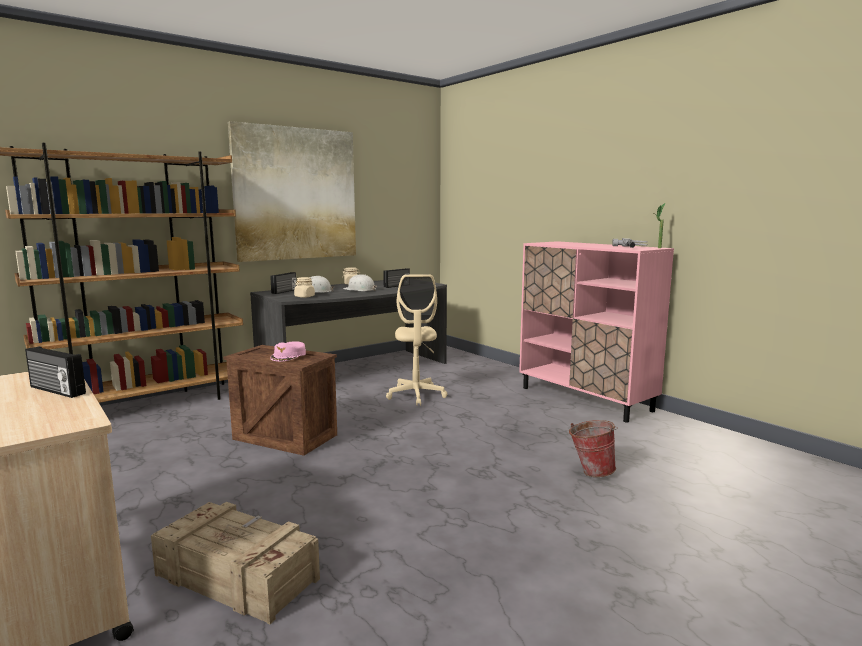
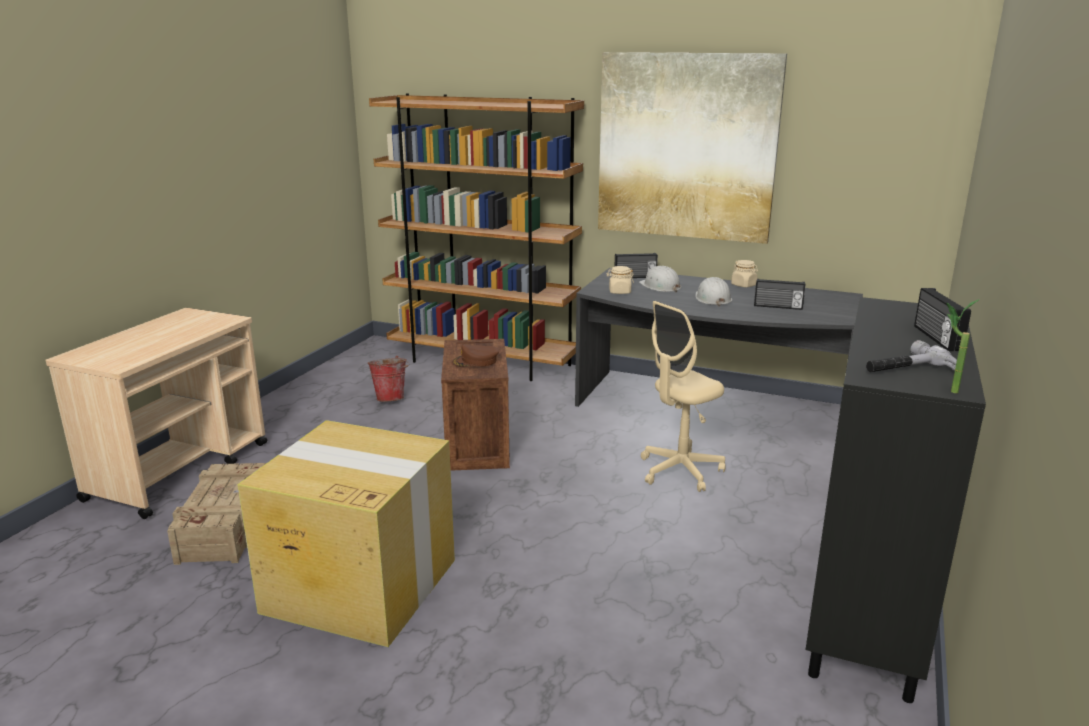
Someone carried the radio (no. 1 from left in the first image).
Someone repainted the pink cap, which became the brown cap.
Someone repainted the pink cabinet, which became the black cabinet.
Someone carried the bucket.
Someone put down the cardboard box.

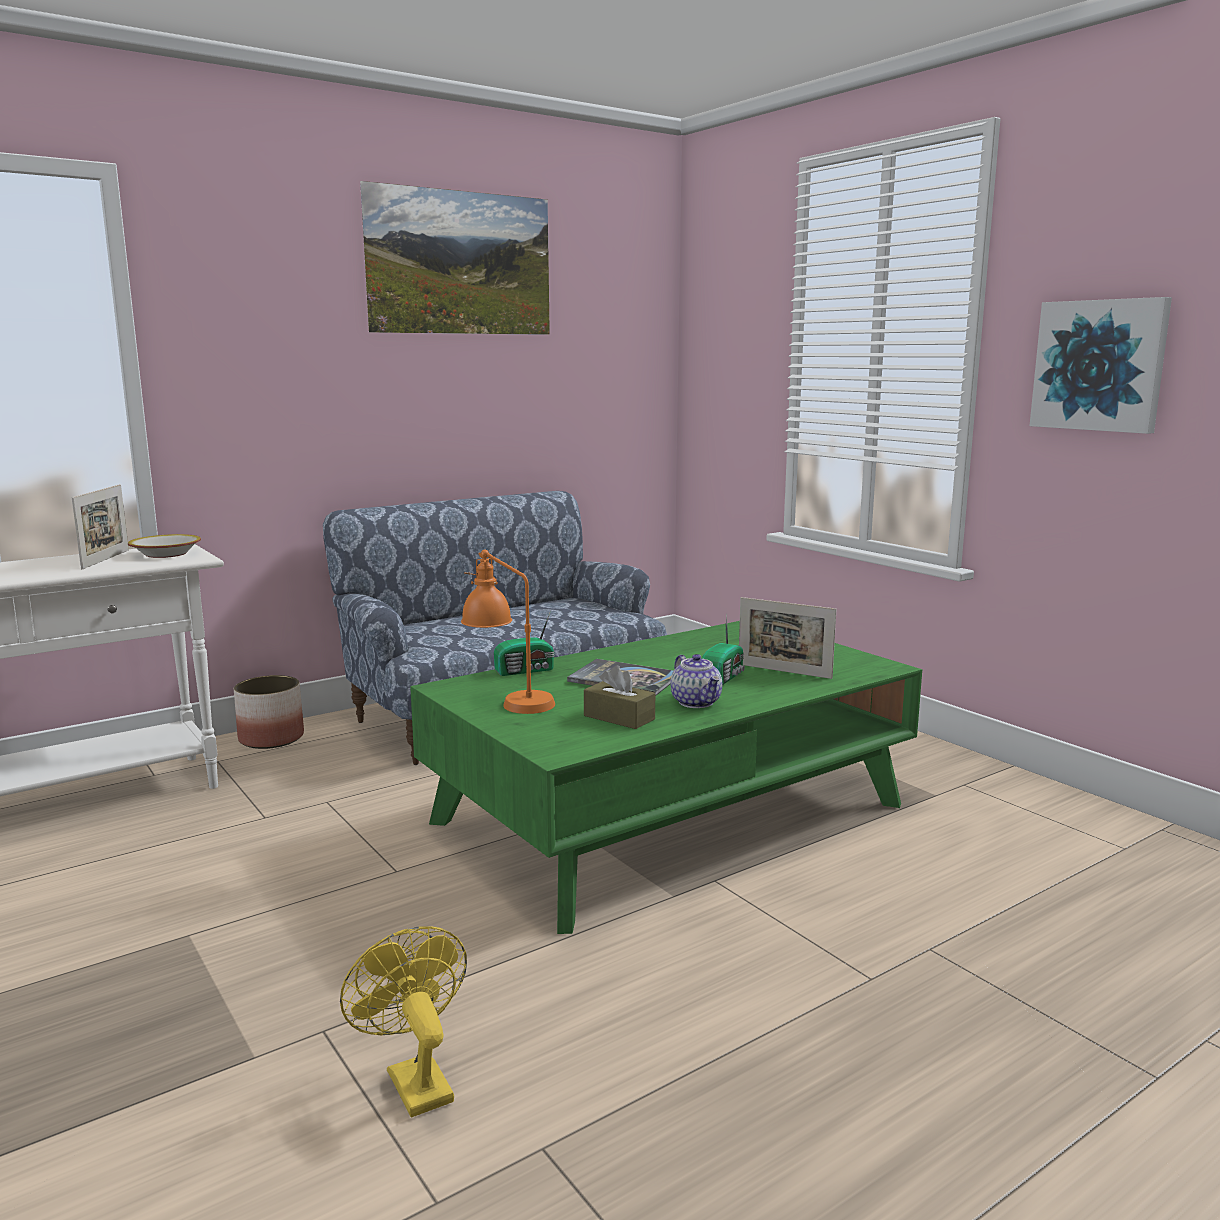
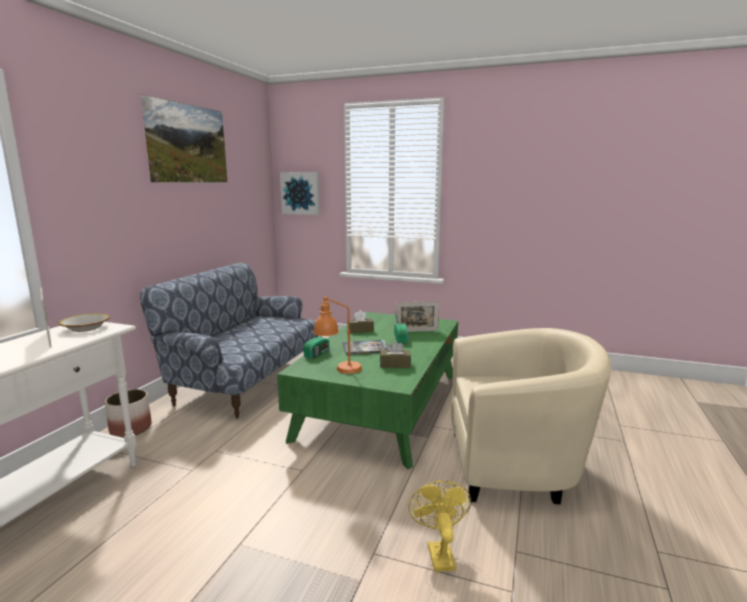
Someone rotated the yellow fan by 60 degrees clockwise.
Someone took away the teapot.
Someone carried the picture (no. 2 from left).
Someone put down the brown tissue box (no. 1 from left).
Someone put down the beige armchair.

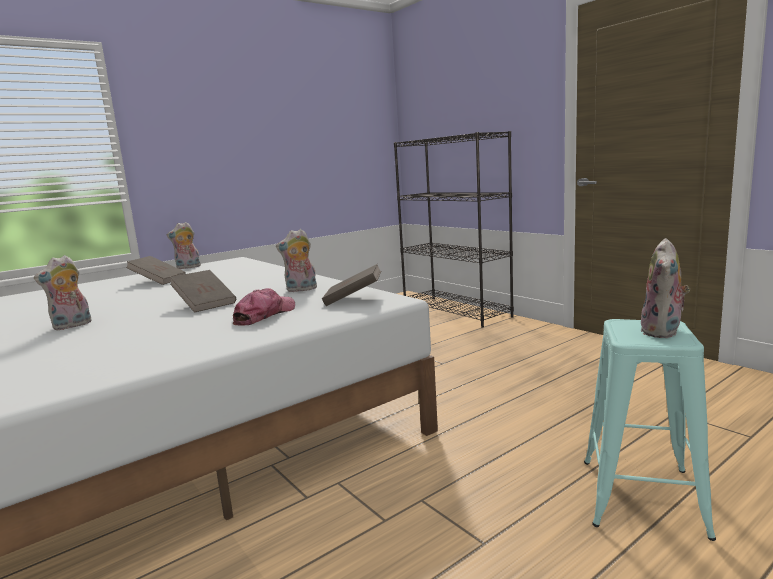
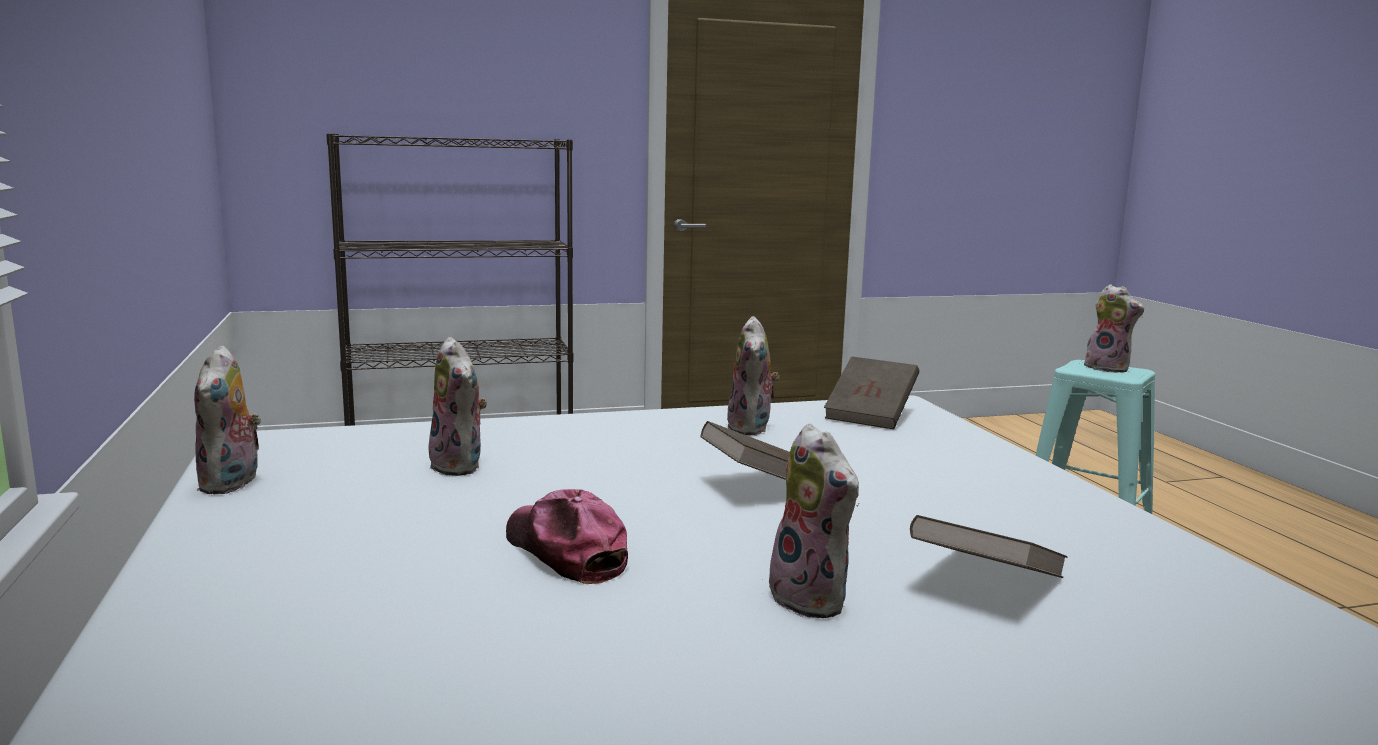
Someone carried the brown book (no. 1 from left in the first image).
Someone carried the cap.
Someone put down the plush toy (no. 2 from left).

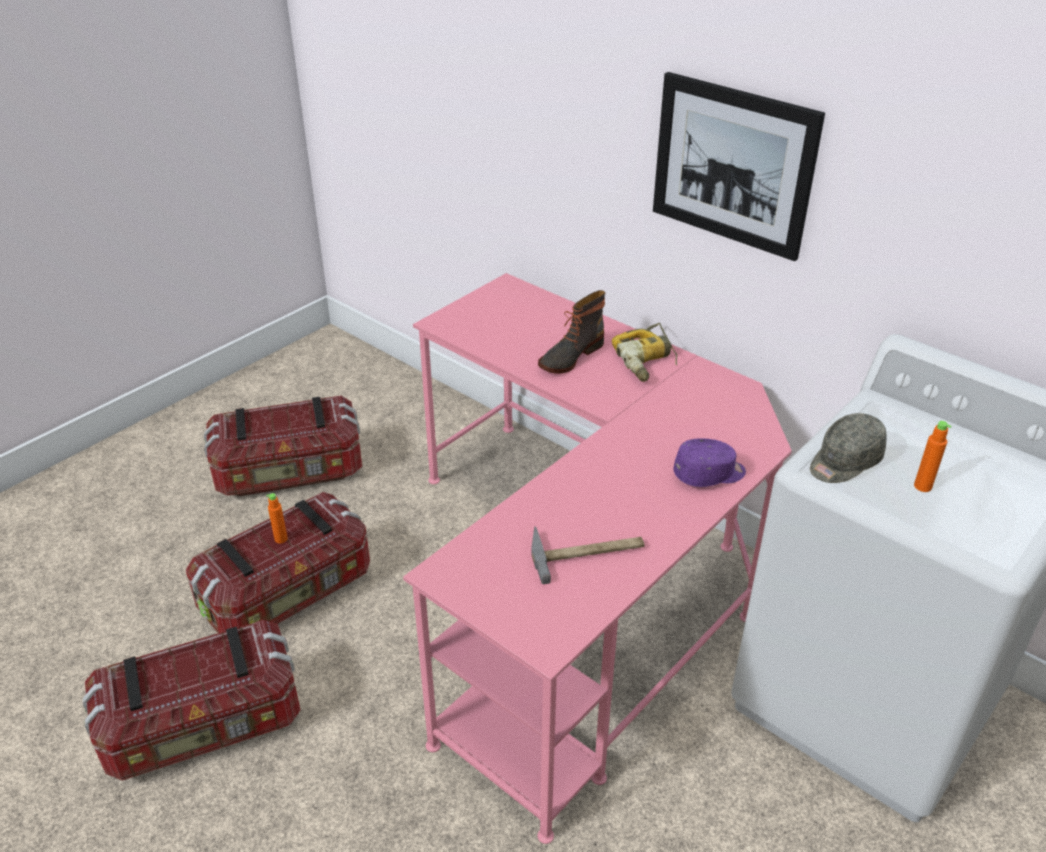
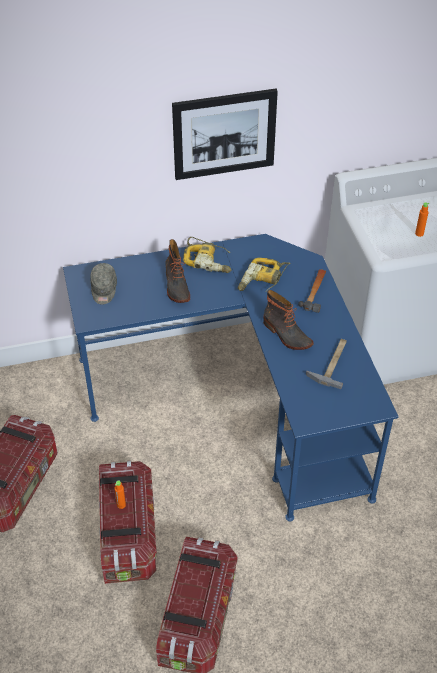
Someone repainted the pink desk, which became the blue desk.
Someone swapped the purple cap for the hammer (no. 1 from left).
Someone carried the grey cap.
Someone put down the power drill (no. 2 from left).
Someone put down the boot (no. 2 from left).

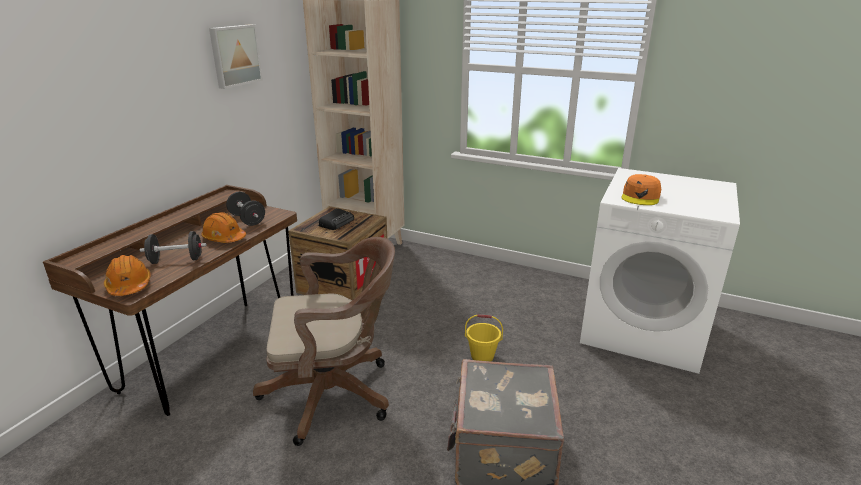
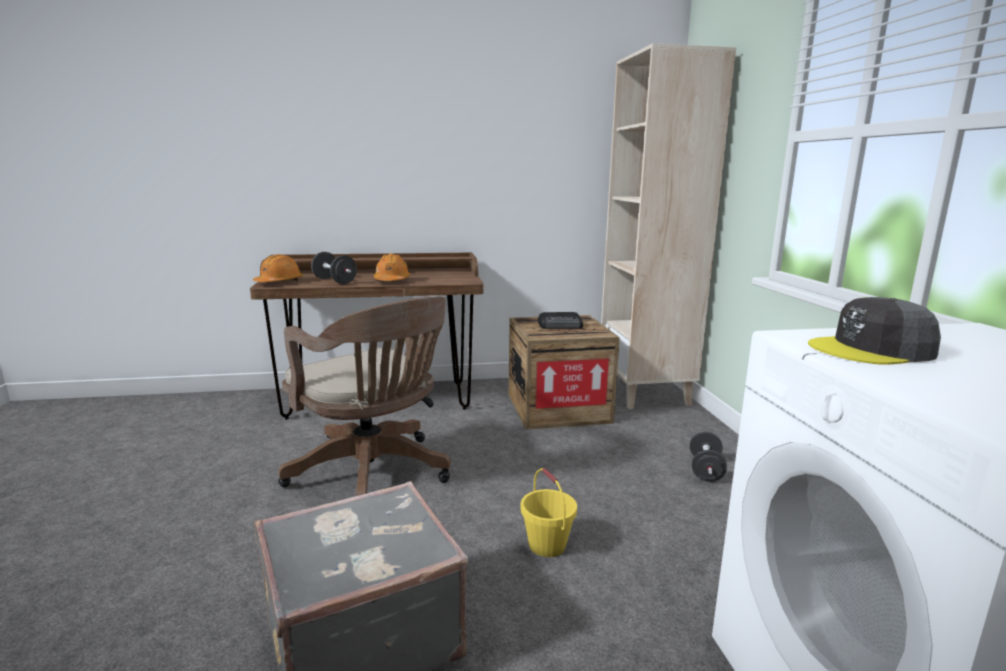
Someone took away the picture.
Someone carried the black dumbbell (no. 2 from left).
Someone repainted the orange cap, which became the grey cap.

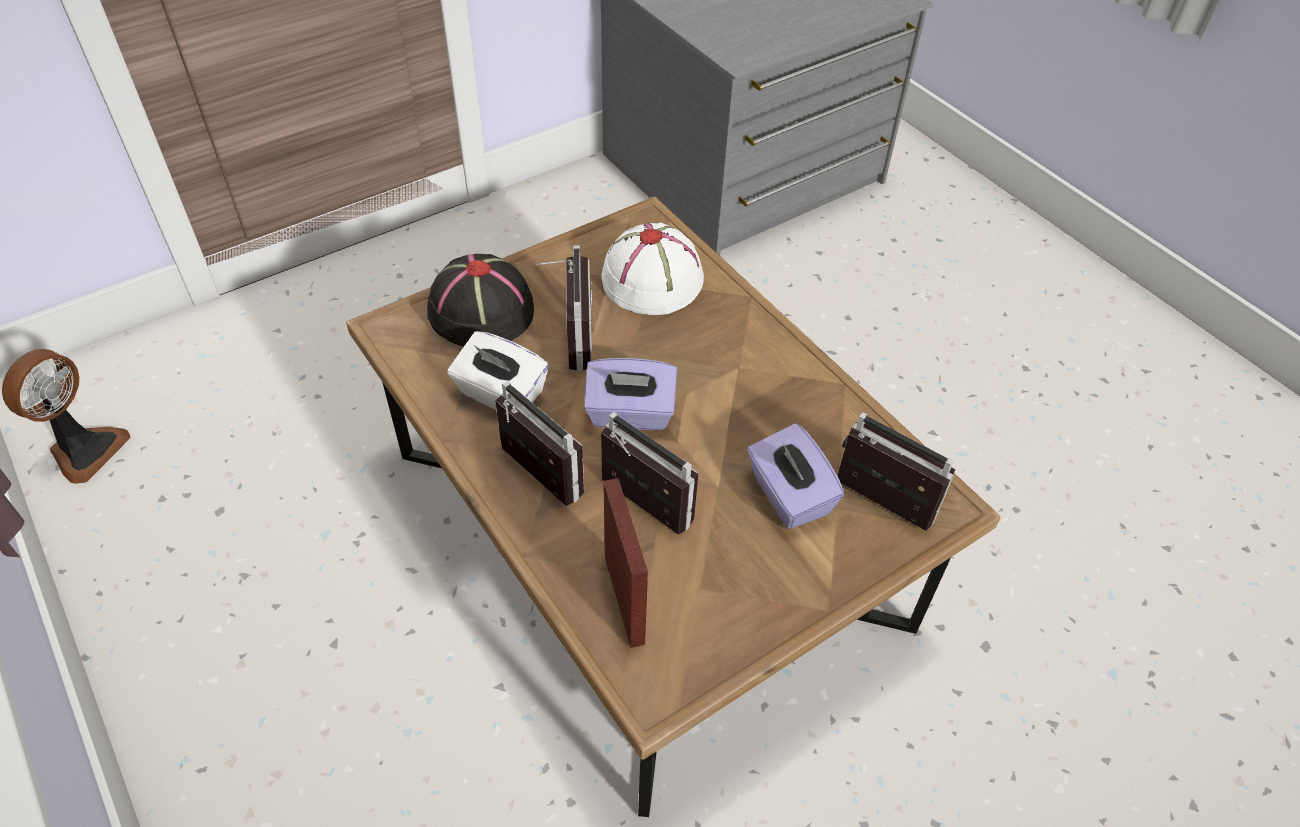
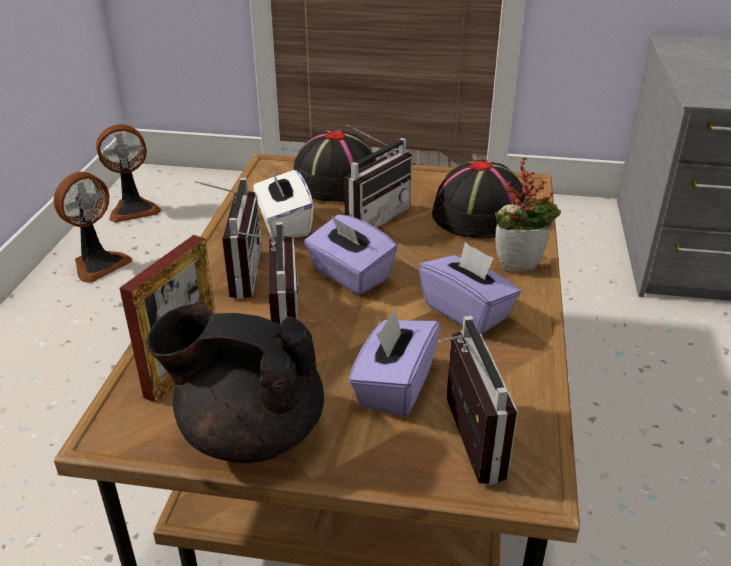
Someone repainted the white hat, which became the black hat (no. 2 from left).
Someone put down the fan (no. 1 from left).
Someone put down the black teapot.
Someone put down the purple tissue box (no. 3 from left).
Someone put down the potted plant.

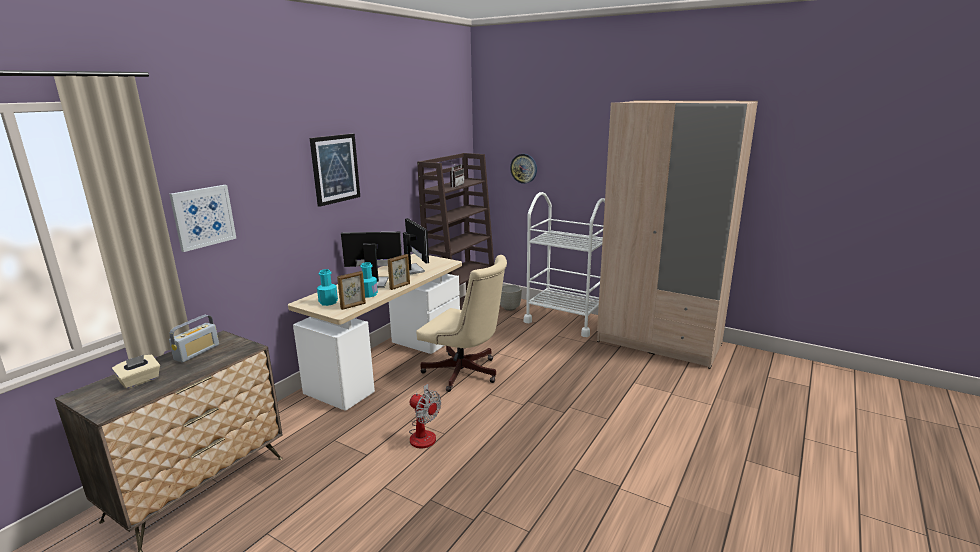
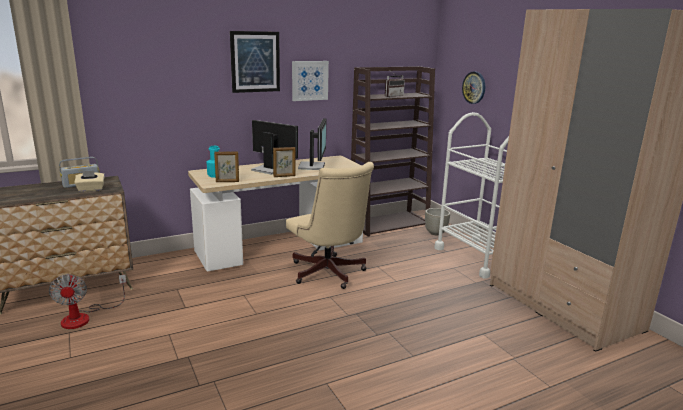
Someone carried the beige tissue box.
Someone carried the picture (no. 1 from left in the first image).
Someone took away the turquoise bottle (no. 2 from left).
Someone carried the fan.

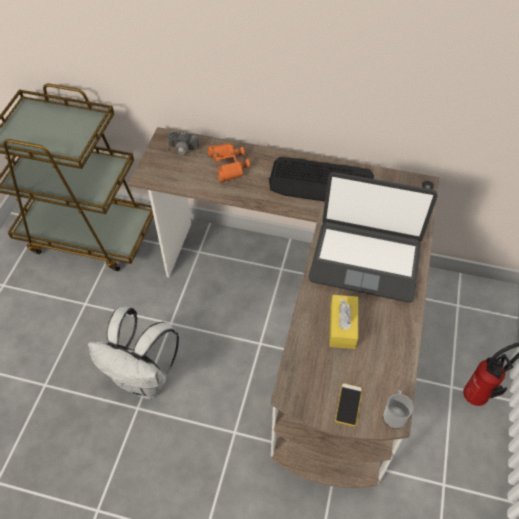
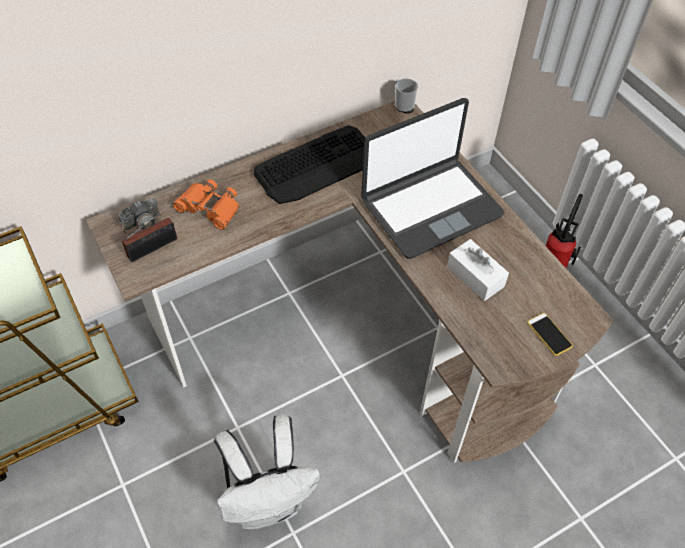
Someone repainted the yellow tissue box, which became the white tissue box.
Someone carried the mug.
Someone put down the radio.

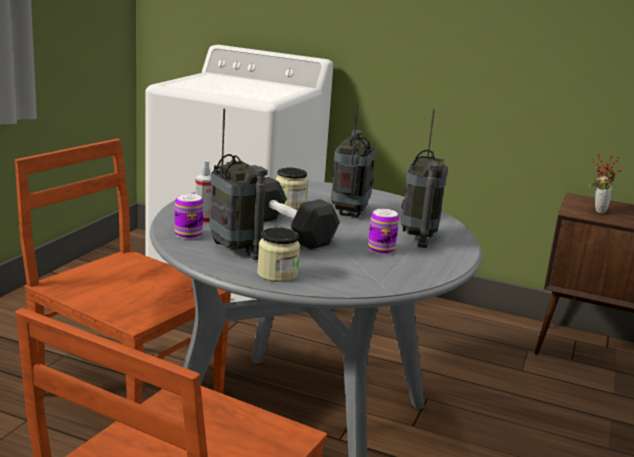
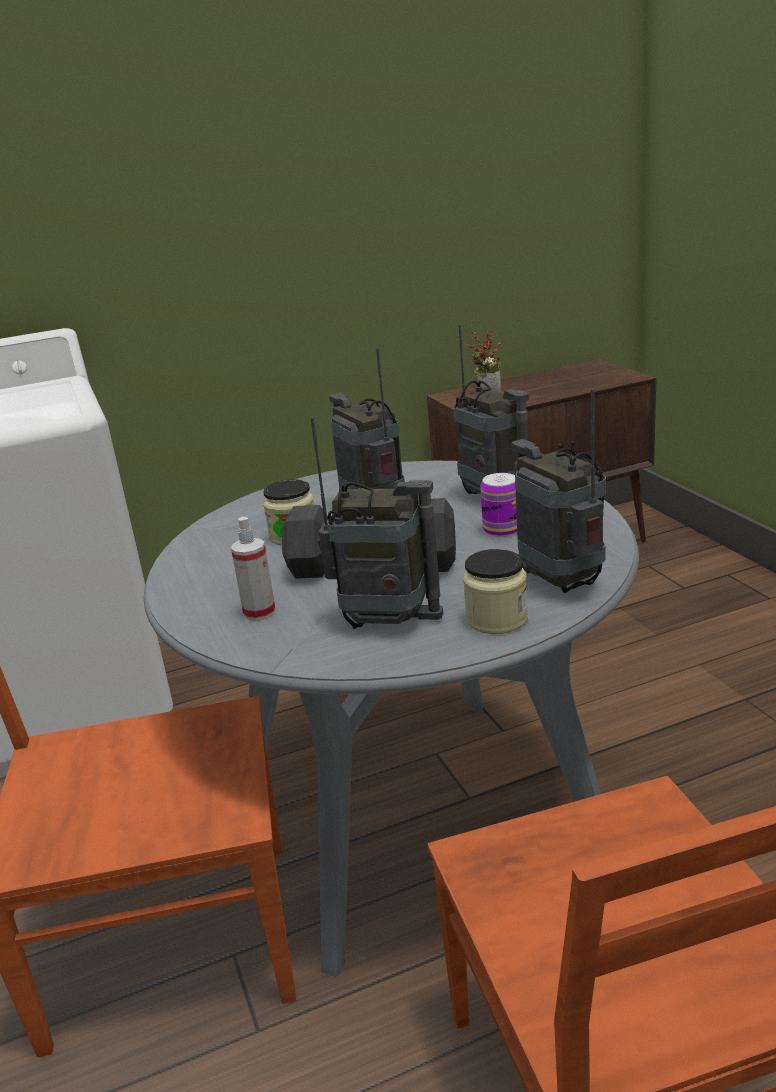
Someone took away the can (no. 1 from left).
Someone put down the radio (no. 4 from left).

